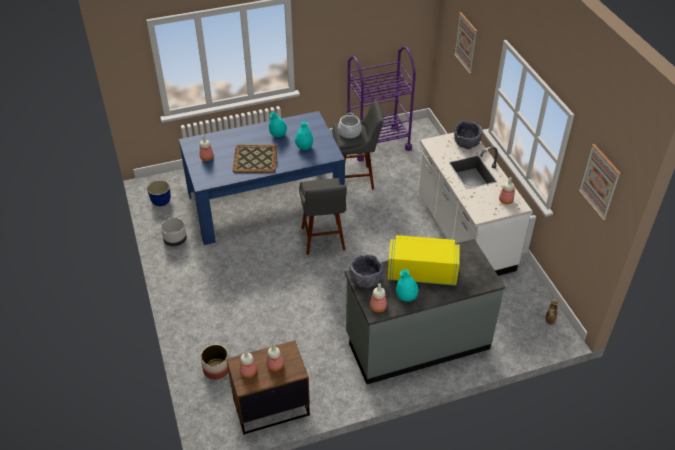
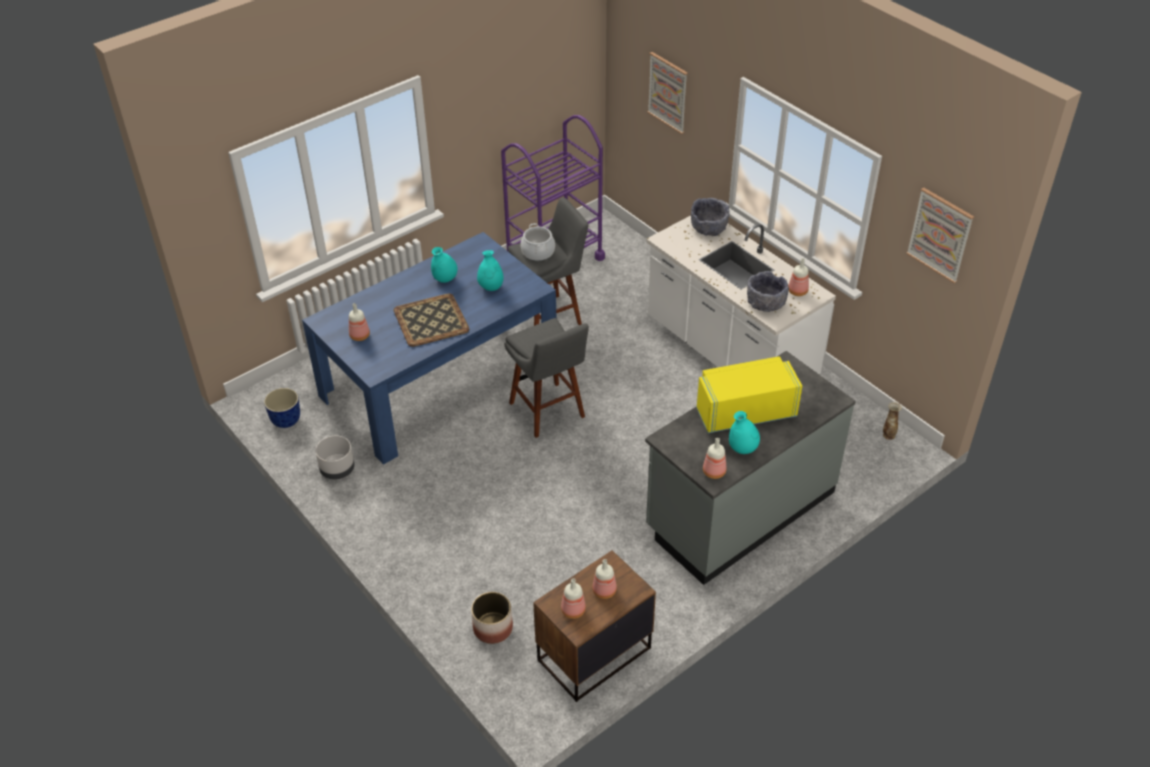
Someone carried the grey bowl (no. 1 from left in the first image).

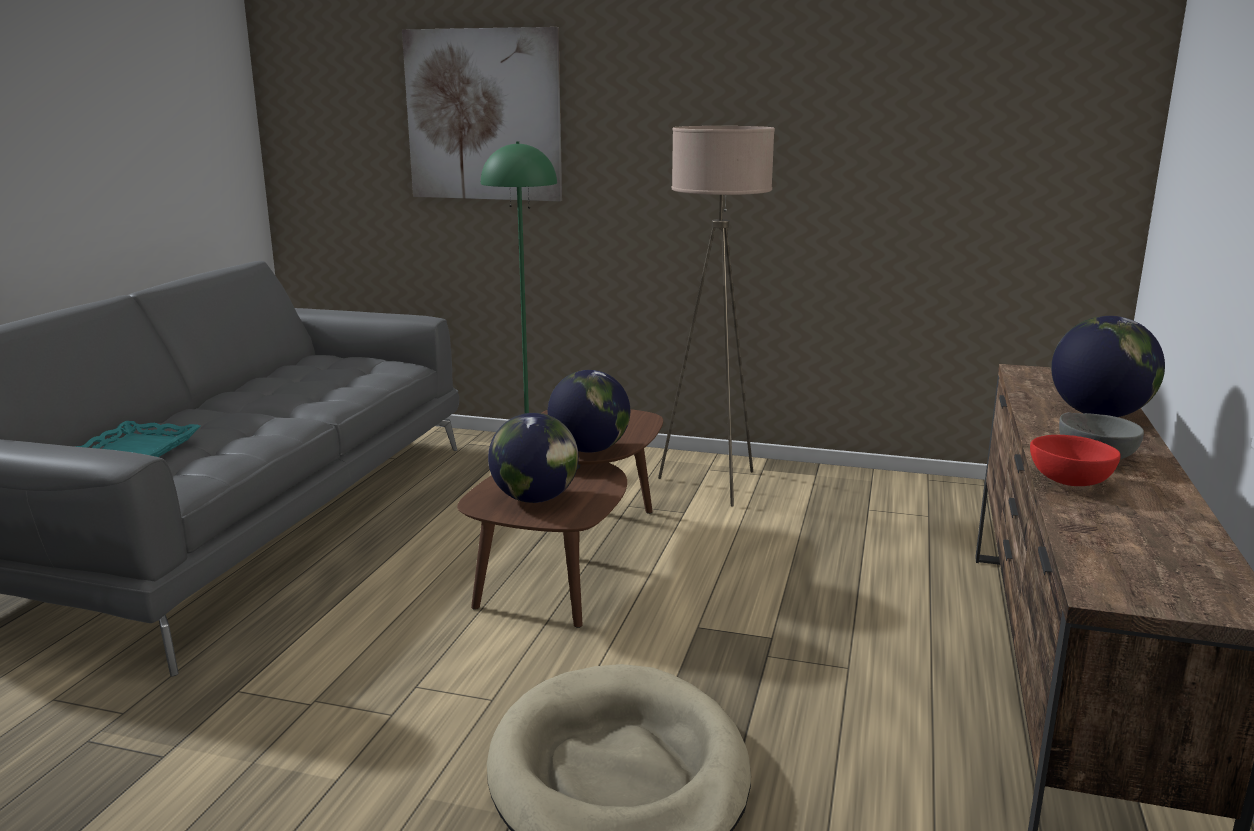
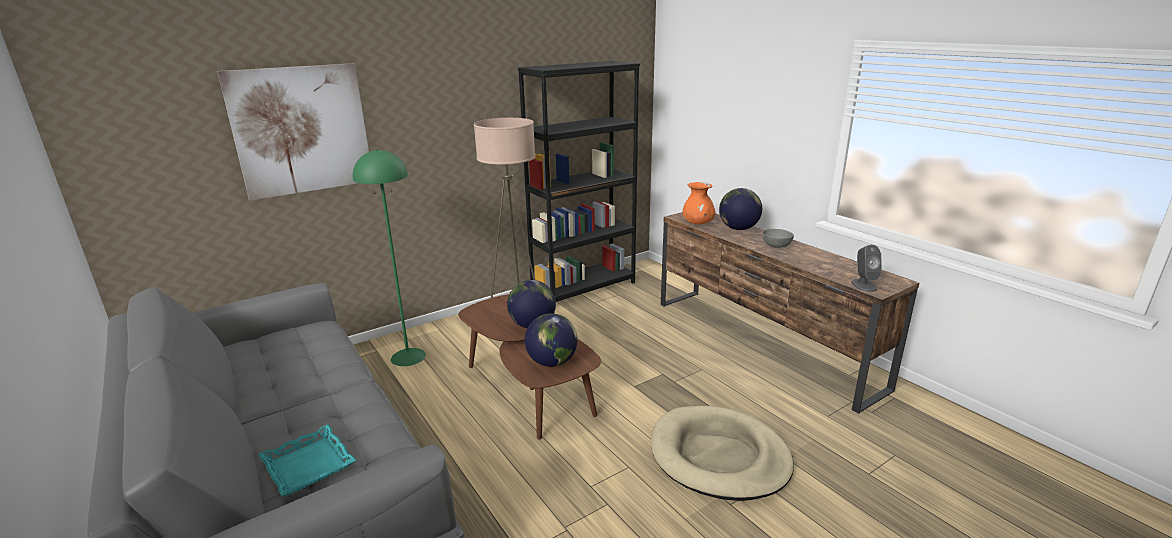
Someone took away the red bowl.
Someone put down the black bookcase.
Someone put down the orange vase.
Someone put down the grey speaker.

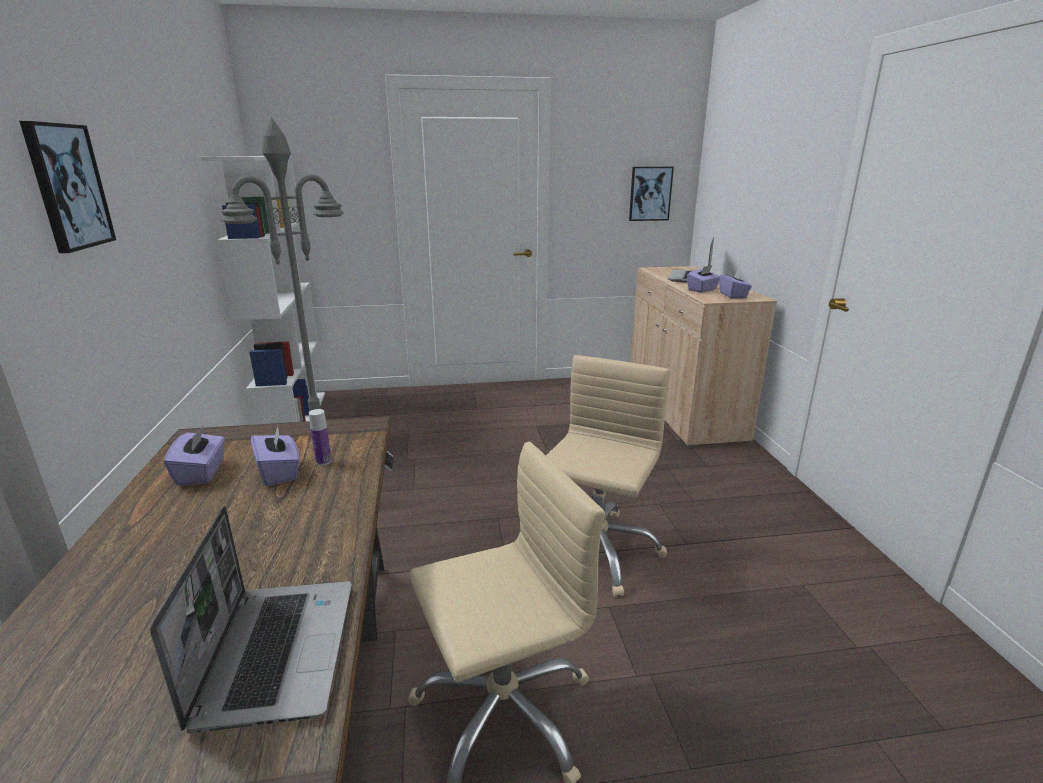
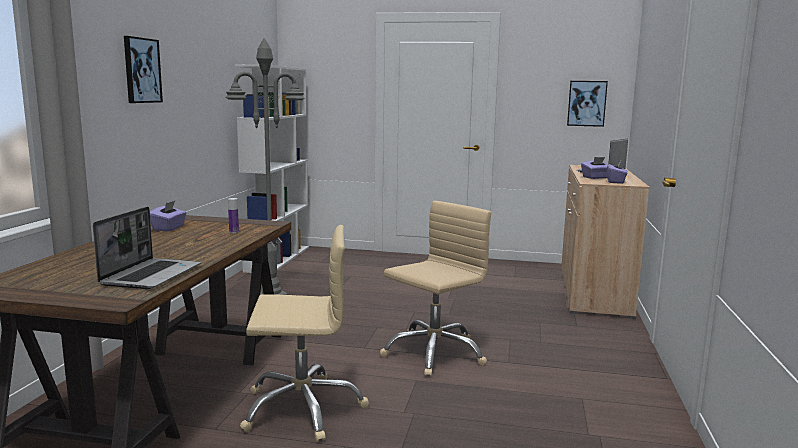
Someone took away the purple tissue box (no. 2 from left).

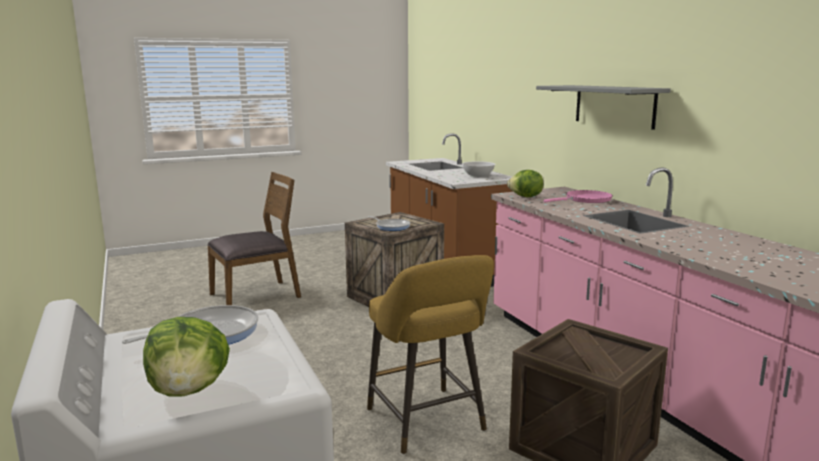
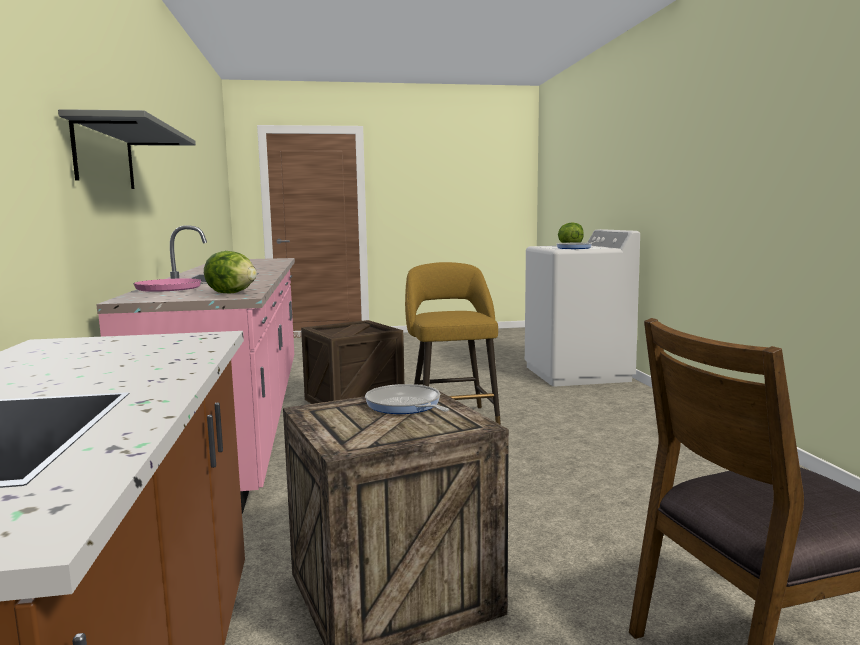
Someone took away the white bowl.

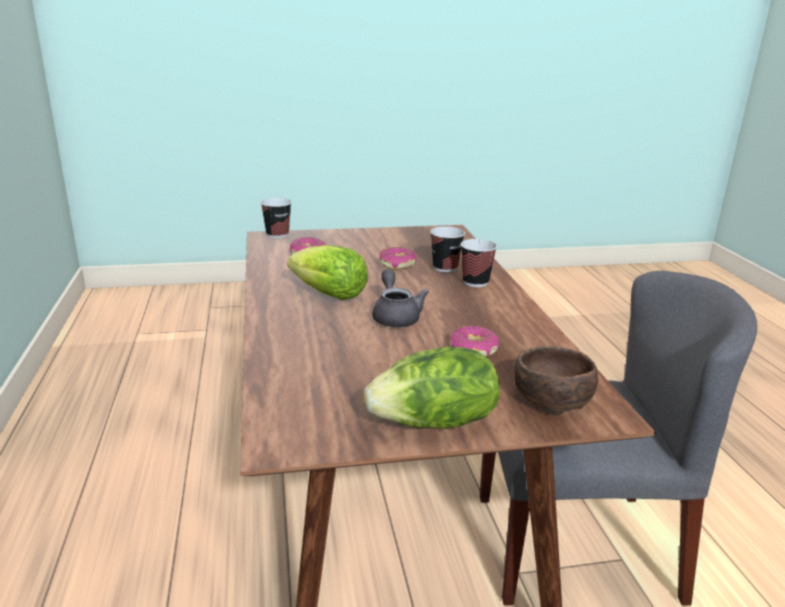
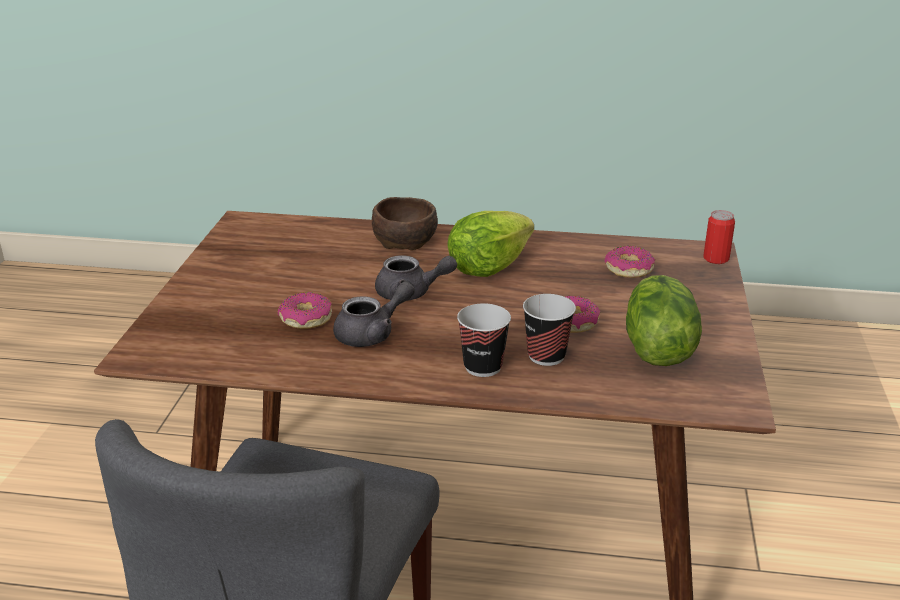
Someone swapped the cup (no. 1 from left) for the can.
Someone carried the lettuce (no. 2 from left).
Someone carried the brown bowl.
Someone put down the grey teapot (no. 1 from left).

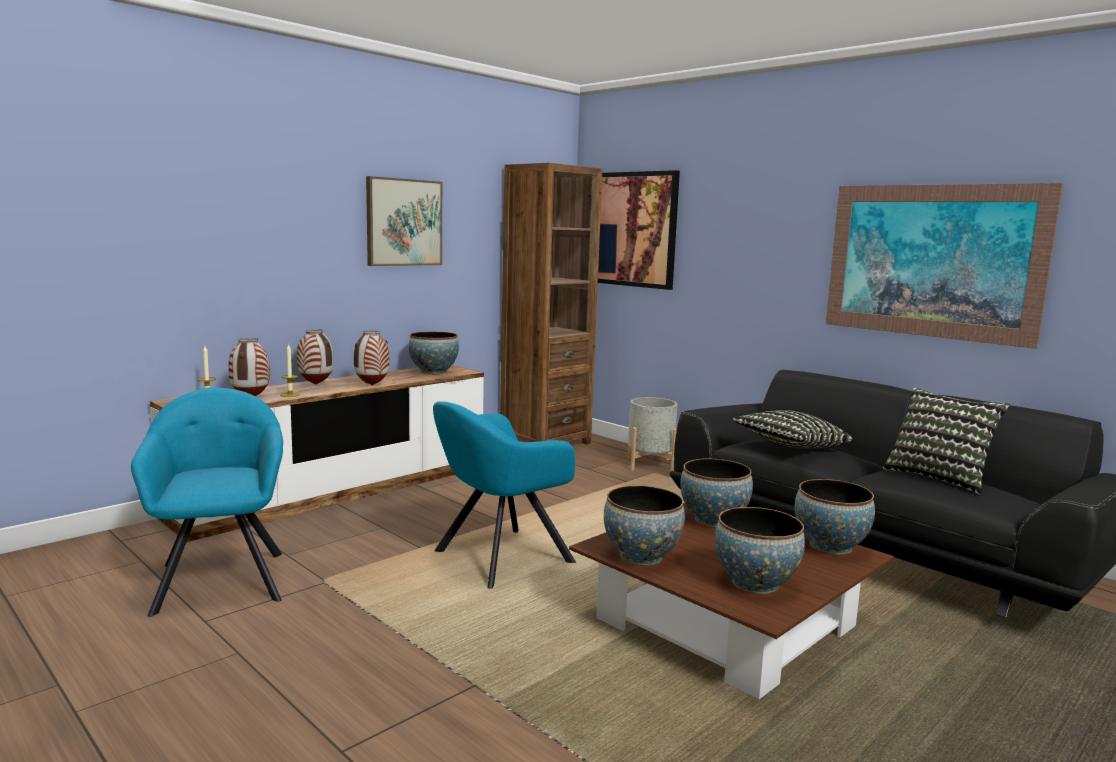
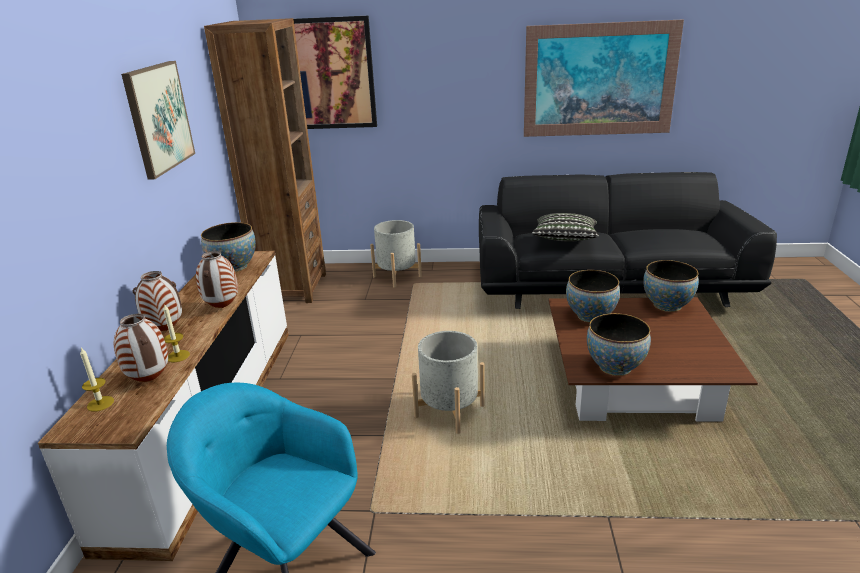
Someone swapped the turquoise armchair (no. 2 from left) for the grey planter (no. 2 from left).
Someone took away the bowl (no. 4 from left).
Someone took away the pillow (no. 2 from left).

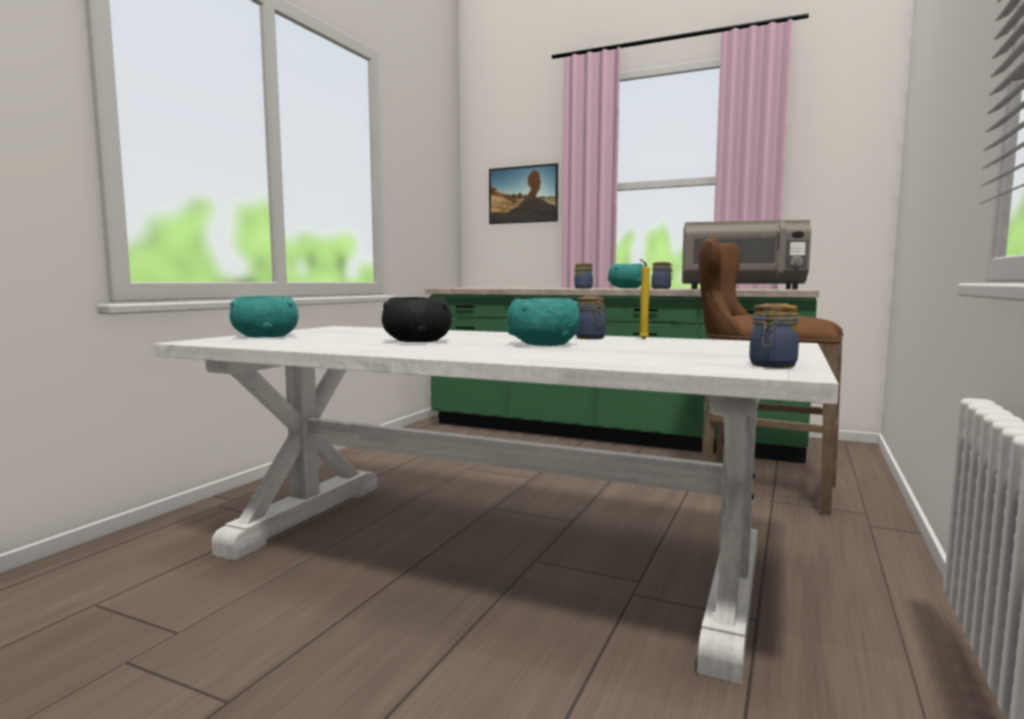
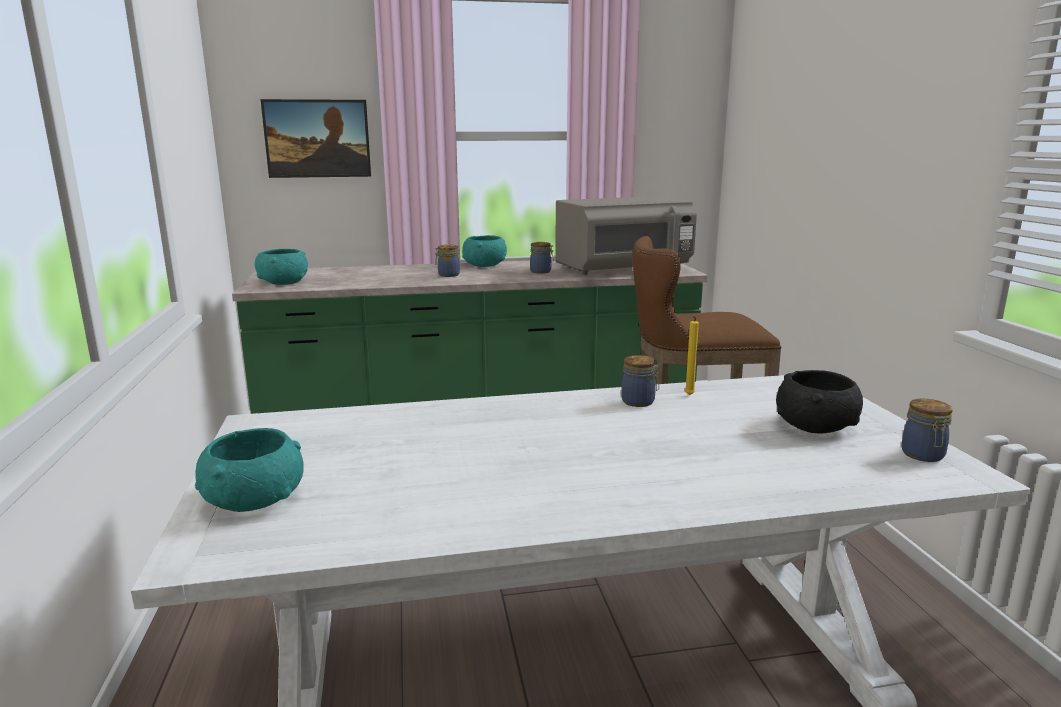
Someone carried the black bowl.
Someone carried the turquoise bowl (no. 2 from left).

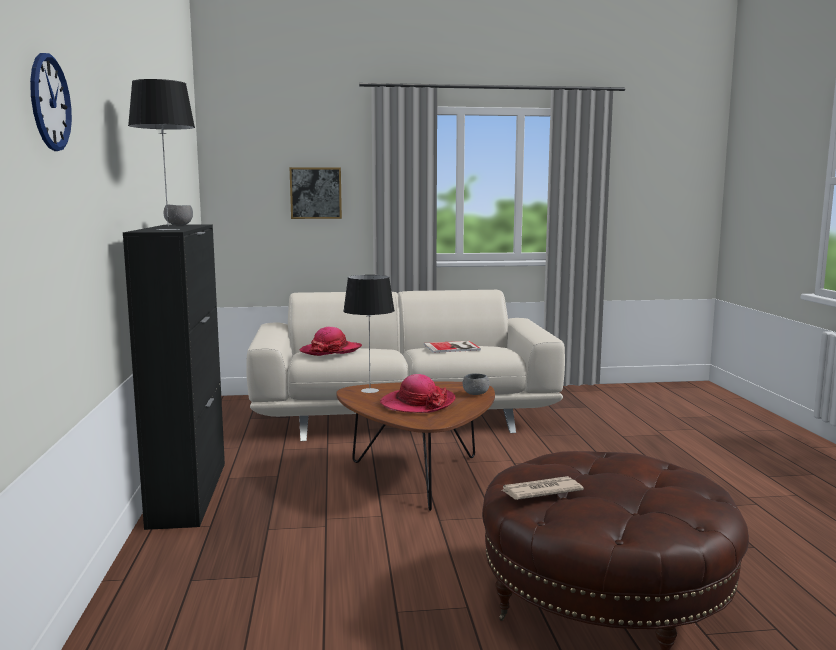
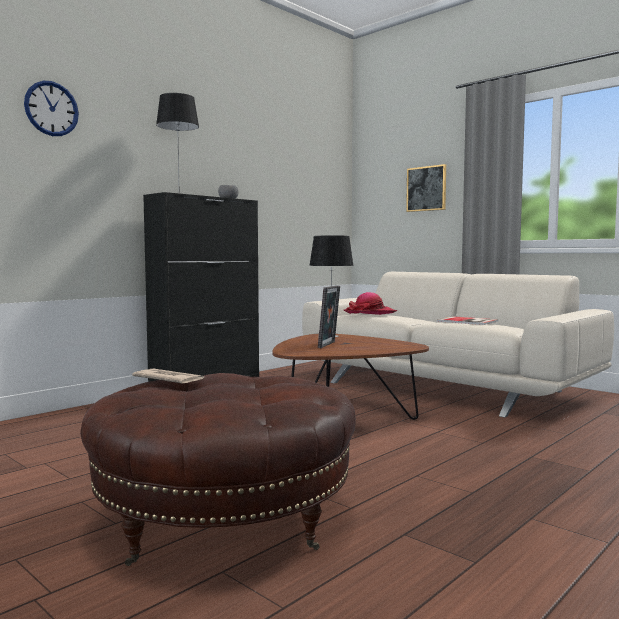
Someone swapped the hat (no. 2 from left) for the picture frame.
Someone took away the grey bowl (no. 2 from left).

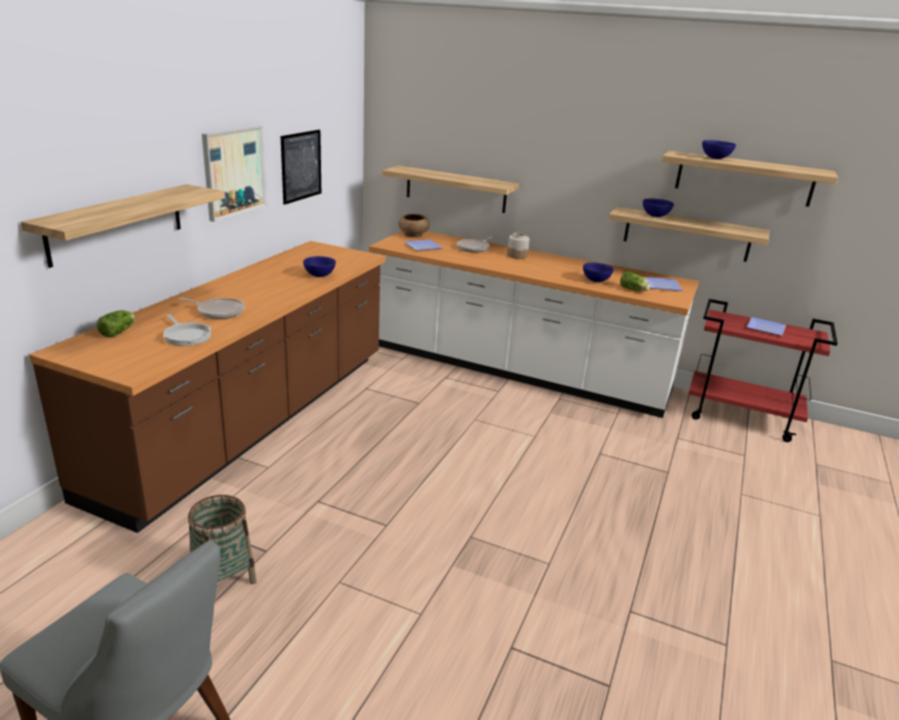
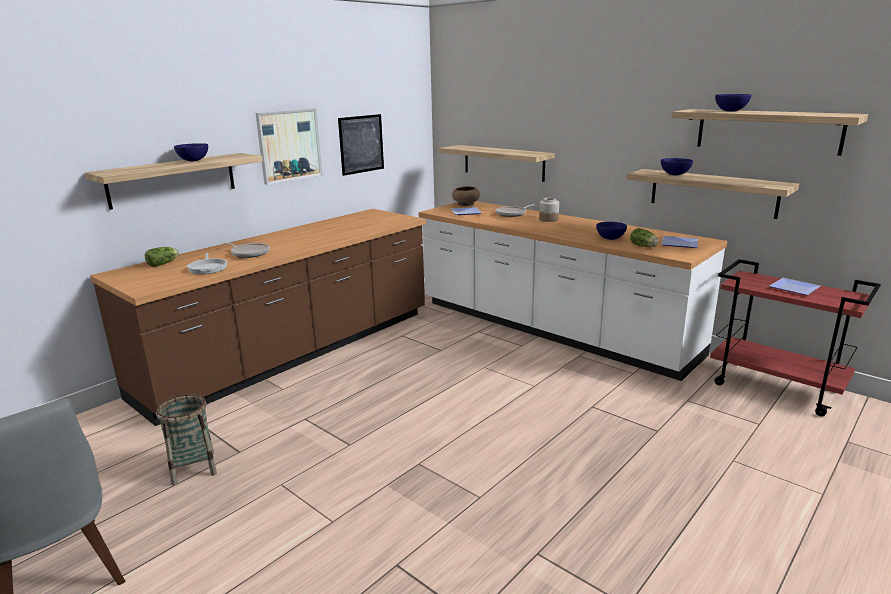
Someone carried the blue bowl (no. 1 from left).

